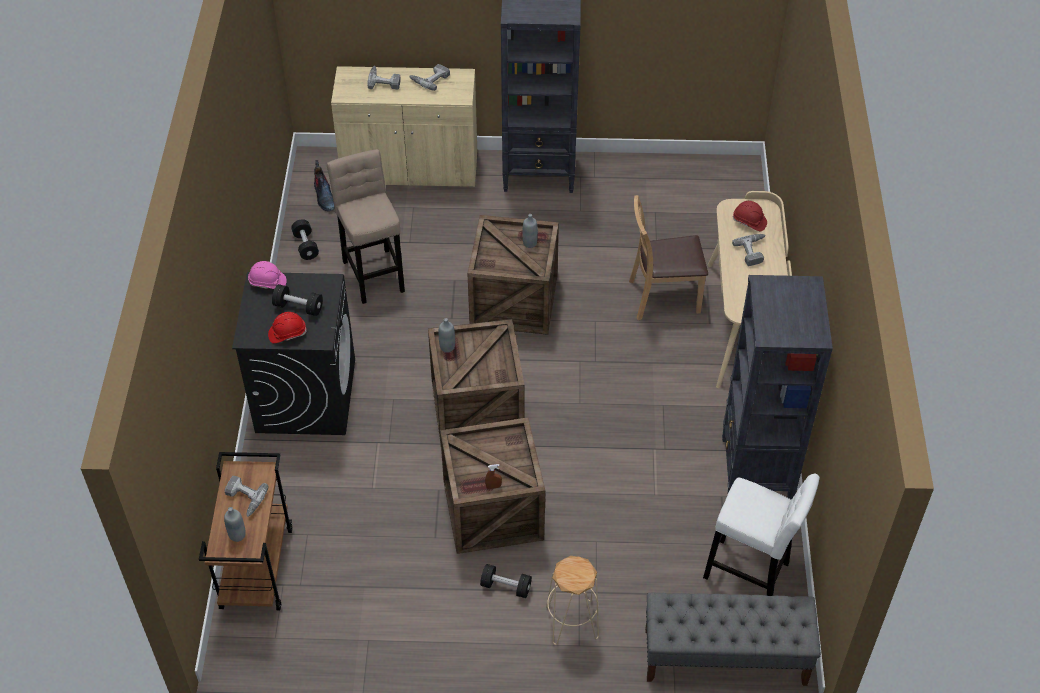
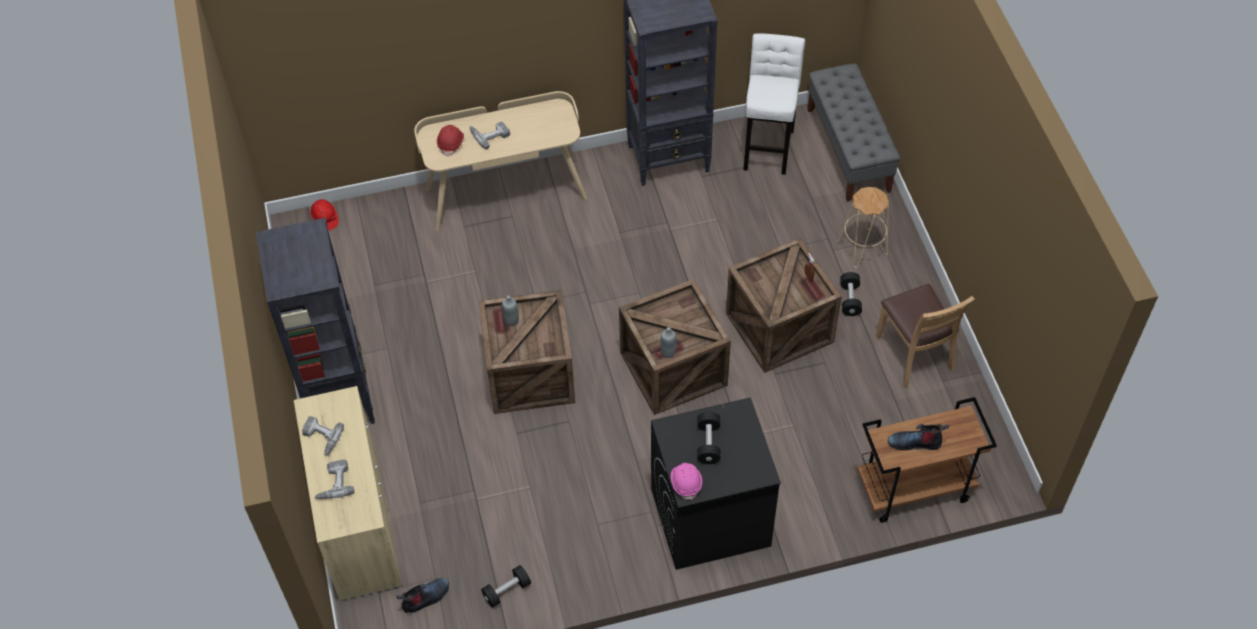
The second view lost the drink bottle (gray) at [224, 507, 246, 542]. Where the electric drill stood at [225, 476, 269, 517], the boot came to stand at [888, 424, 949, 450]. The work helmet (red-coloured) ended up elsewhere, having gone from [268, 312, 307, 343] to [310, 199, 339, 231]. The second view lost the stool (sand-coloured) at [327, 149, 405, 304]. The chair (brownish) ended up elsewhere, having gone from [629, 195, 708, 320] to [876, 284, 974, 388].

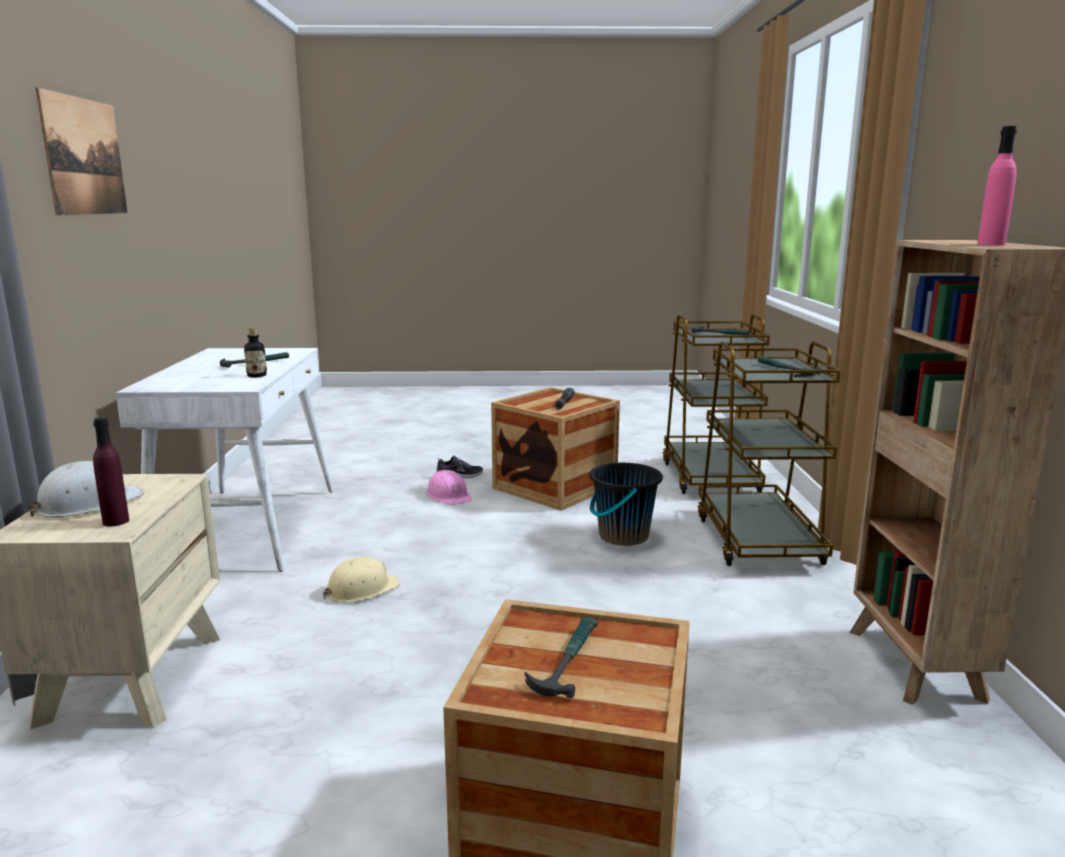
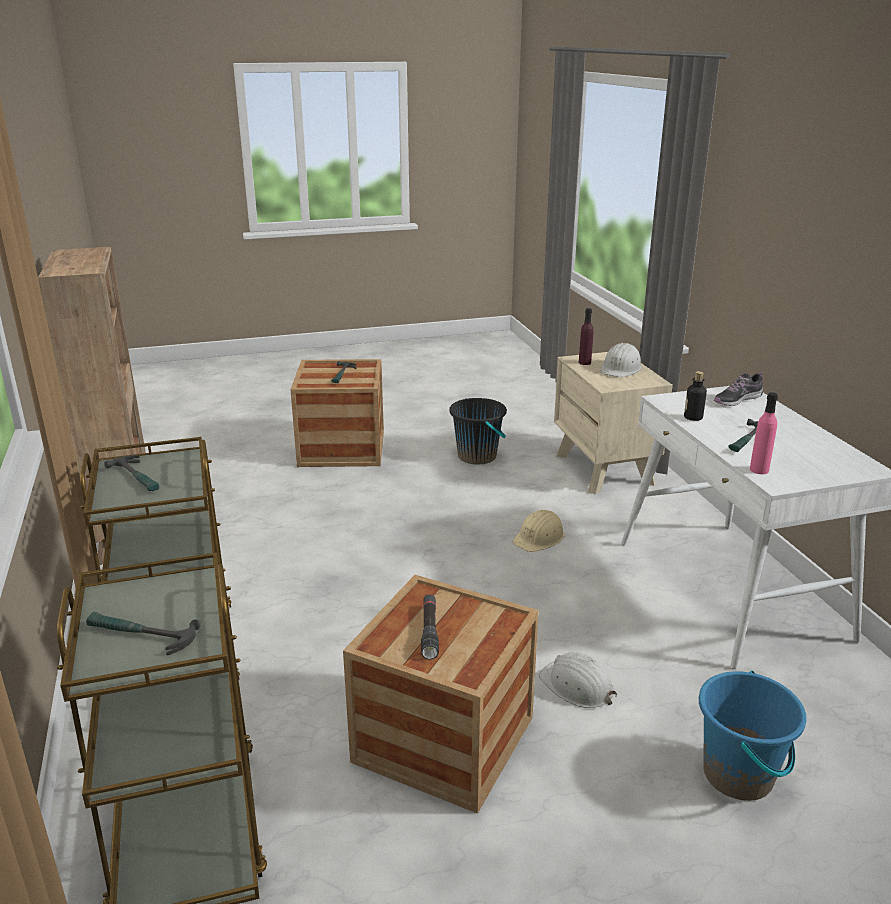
The second view lost the picture at [35, 87, 127, 215]. What was the work helmet (pink) at [426, 470, 472, 505] turned into the work helmet (whitish) at [539, 652, 617, 708]. The shoe ended up elsewhere, having gone from [436, 456, 483, 478] to [714, 371, 763, 406]. The bucket (black-coloured) ended up elsewhere, having gone from [589, 462, 663, 546] to [449, 398, 507, 465]. The drink bottle (pink) ended up elsewhere, having gone from [977, 126, 1017, 245] to [750, 392, 778, 474]. The second view gained the bucket (blue-coloured) at [699, 671, 807, 801].

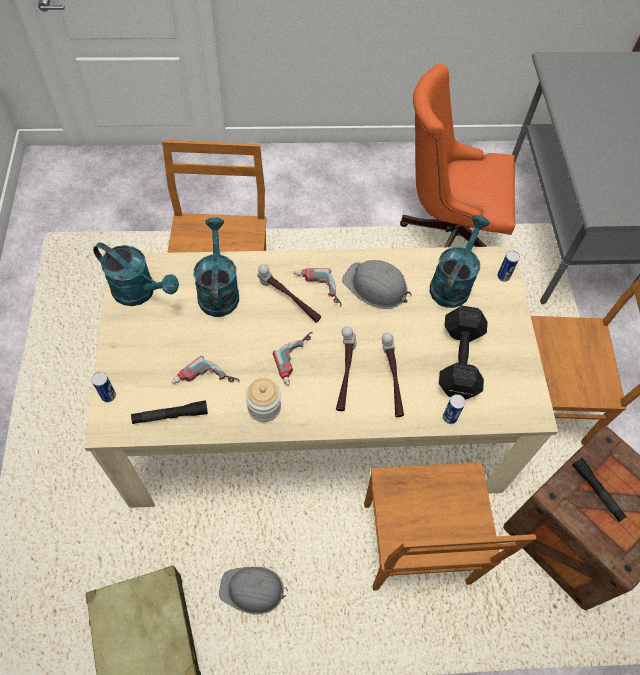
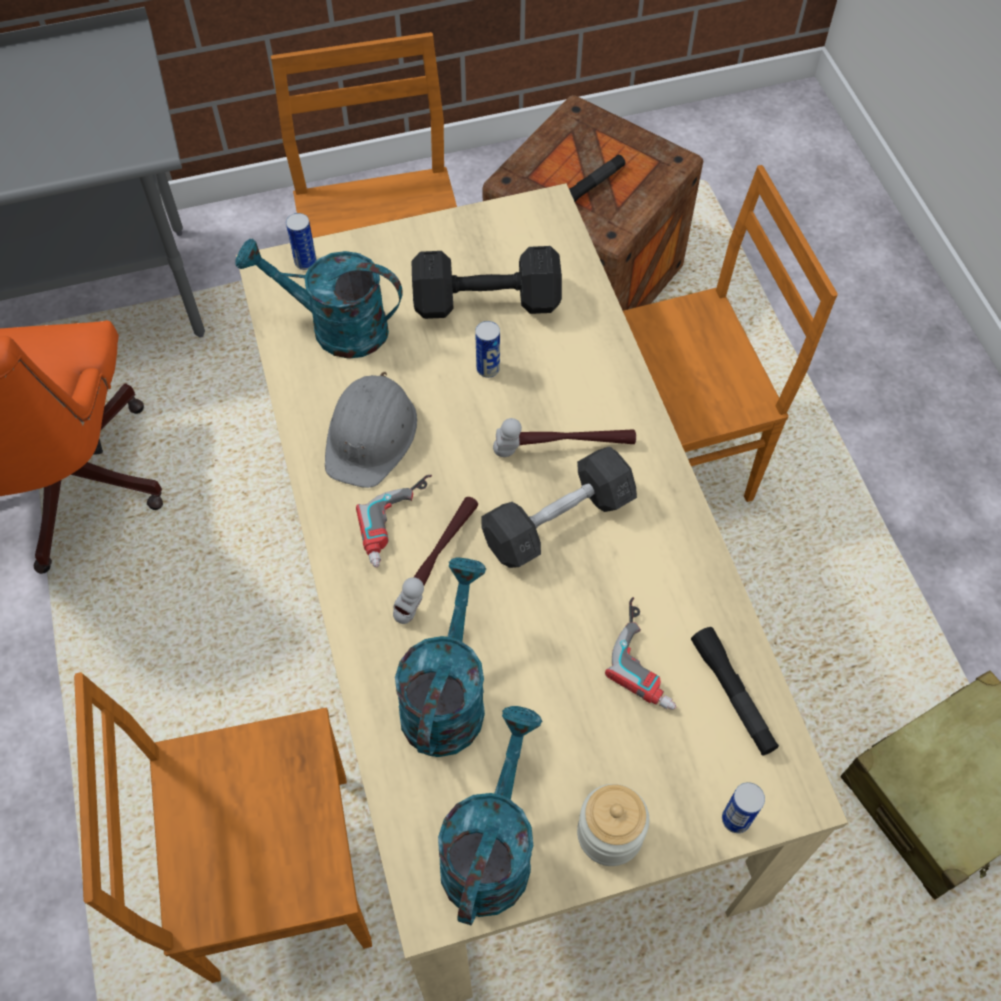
The watering can (blue-green) at [194, 218, 239, 317] ended up facing another way, 120 degrees clockwise from before. The second view lost the work helmet (gray) at [219, 567, 288, 615]. The jar ended up elsewhere, having gone from [246, 378, 281, 422] to [577, 784, 649, 866]. Where the electric drill stood at [273, 332, 313, 386], the free weight (gray) came to stand at [482, 446, 637, 568]. The second view lost the hand hammer at [382, 332, 404, 417]. The sealed can ended up elsewhere, having gone from [443, 394, 466, 424] to [475, 321, 500, 378].

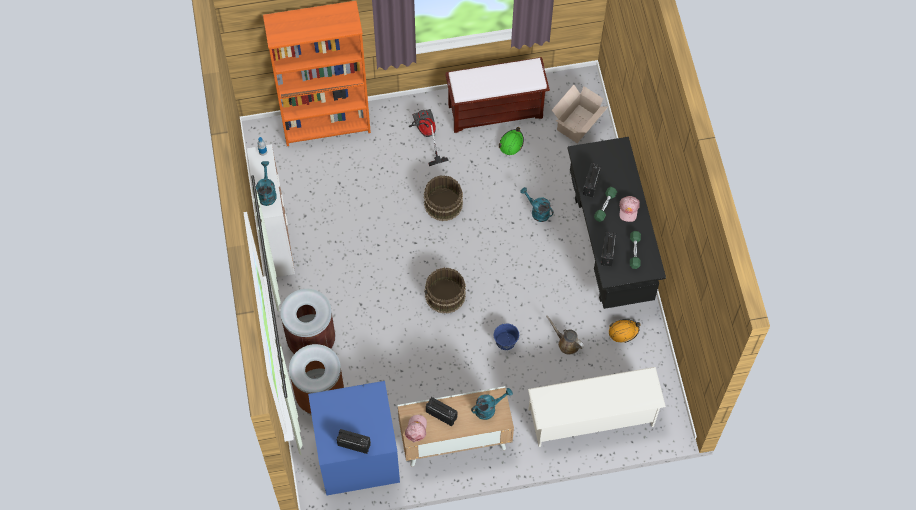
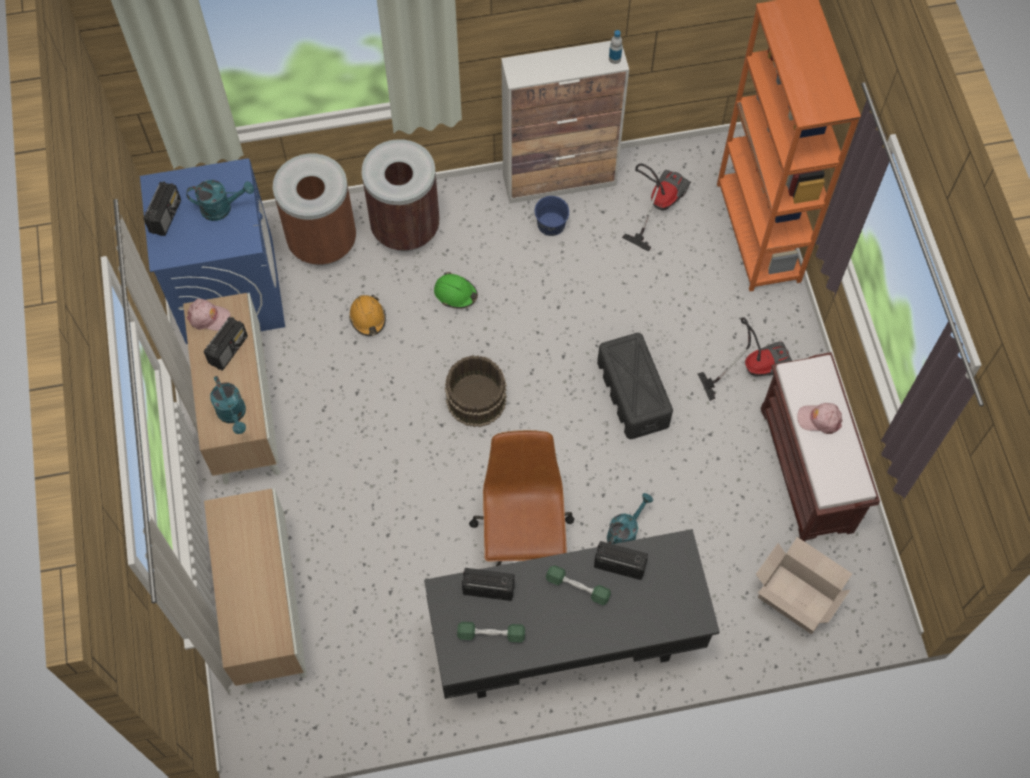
The watering can (blue-green) ended up elsewhere, having gone from [256, 161, 277, 206] to [187, 180, 254, 221]. Where the bucket (brownish) stood at [424, 175, 463, 221], the storage bin (black-coloured) came to stand at [597, 333, 673, 439]. The bucket (blue-coloured) ended up elsewhere, having gone from [494, 324, 519, 350] to [535, 196, 569, 236]. The work helmet (green) ended up elsewhere, having gone from [499, 127, 524, 155] to [434, 272, 478, 309]. Where the shoe shelf (whitish) stood at [528, 367, 666, 447], the cabinet came to stand at [204, 488, 307, 689]. The second view lost the watering can (brownish) at [546, 316, 584, 355]. The work helmet (orangey) ended up elsewhere, having gone from [609, 319, 641, 343] to [349, 294, 386, 336]. The cap (pink) ended up elsewhere, having gone from [619, 196, 640, 222] to [797, 403, 842, 434]. The second view gained the computer chair (brownish) at [469, 430, 574, 566]. The second view gained the vacuum cleaner at [622, 164, 691, 252].

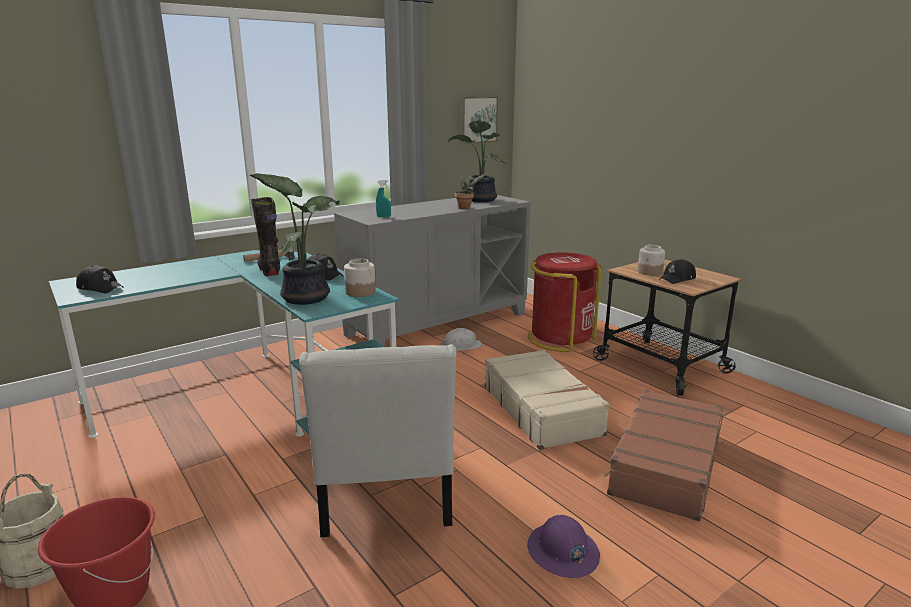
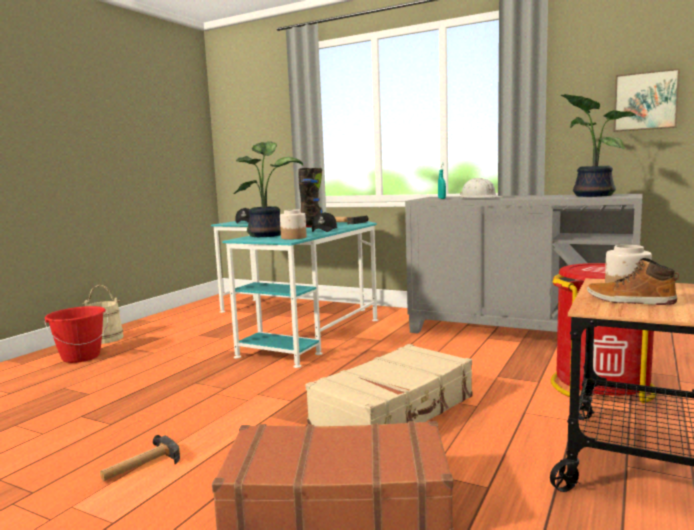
The second view lost the chair (whitish) at [299, 344, 457, 537]. The work helmet (whitish) ended up elsewhere, having gone from [440, 328, 483, 351] to [460, 178, 501, 198]. The second view lost the potted plant at [455, 172, 487, 209]. Where the work helmet (purple-coloured) stood at [527, 515, 600, 578], the hand hammer came to stand at [100, 435, 180, 481]. Where the cap (black-coloured) stood at [659, 259, 696, 284], the boot came to stand at [587, 258, 679, 305].

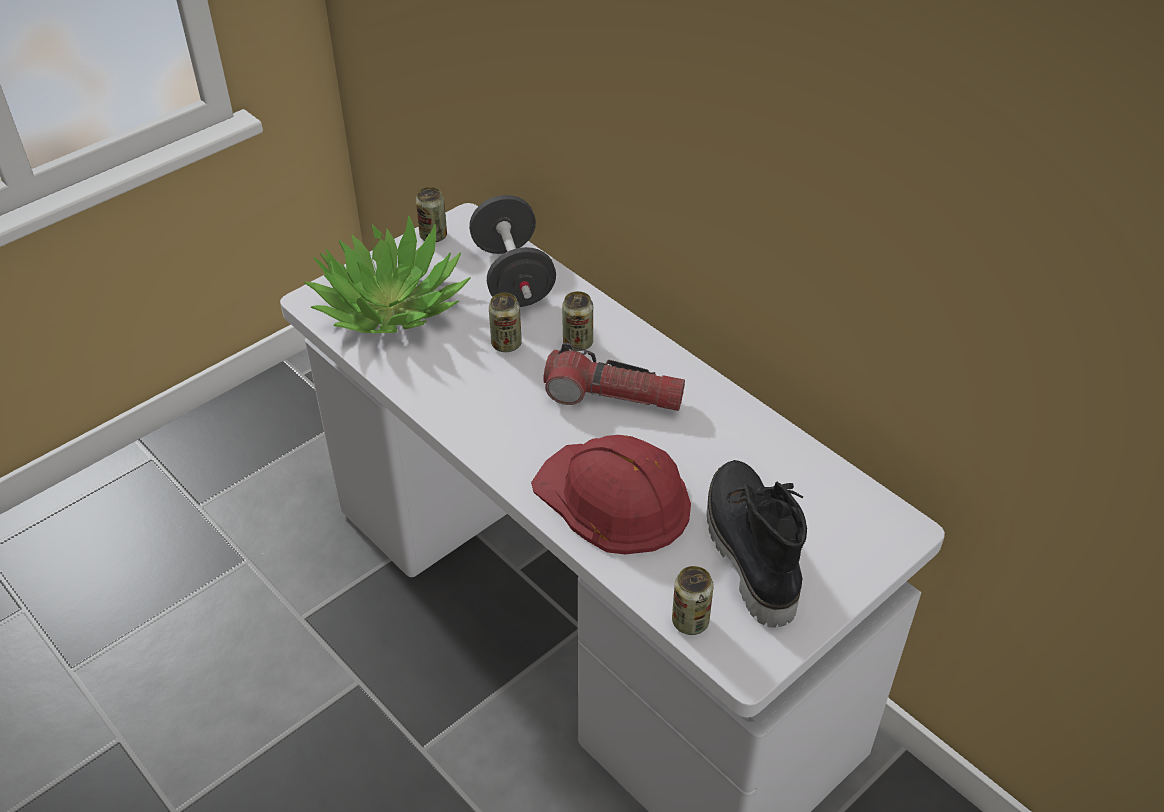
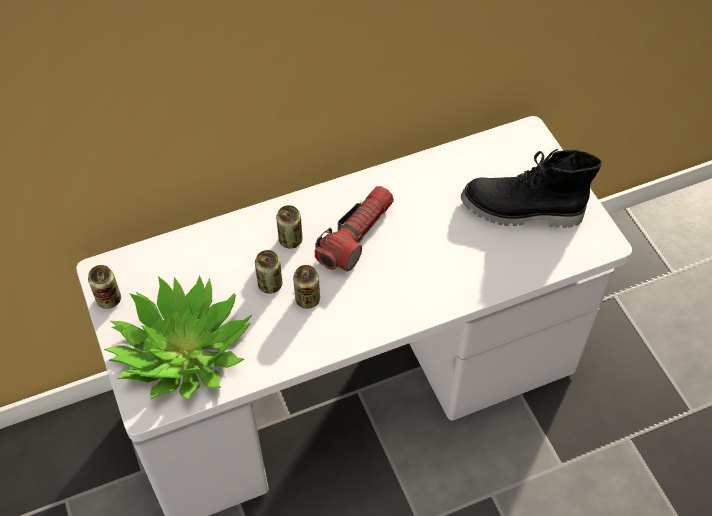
The second view lost the free weight (black-coloured) at [469, 195, 556, 307]. The second view lost the work helmet (red-coloured) at [531, 435, 691, 554]. The sealed can ended up elsewhere, having gone from [672, 566, 714, 635] to [293, 265, 320, 309].

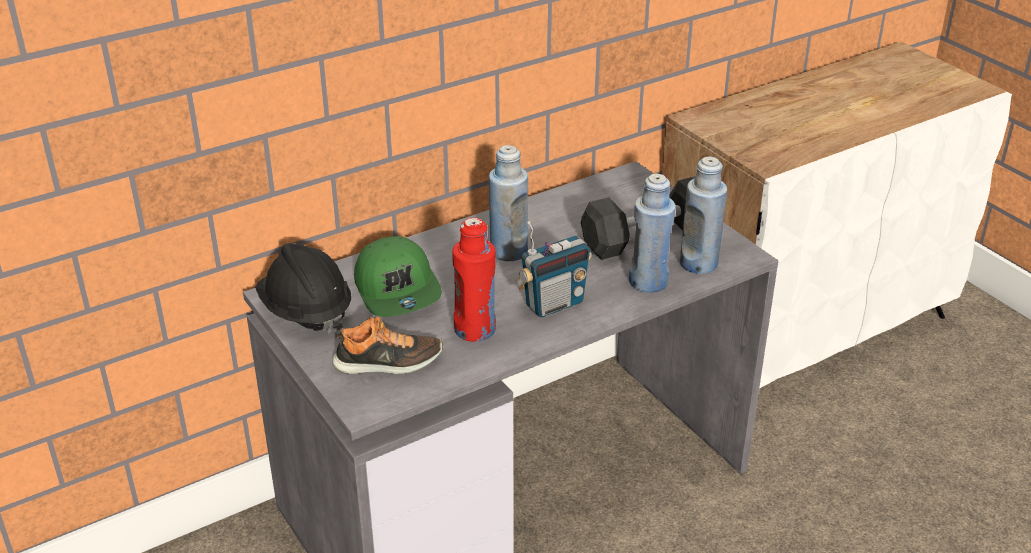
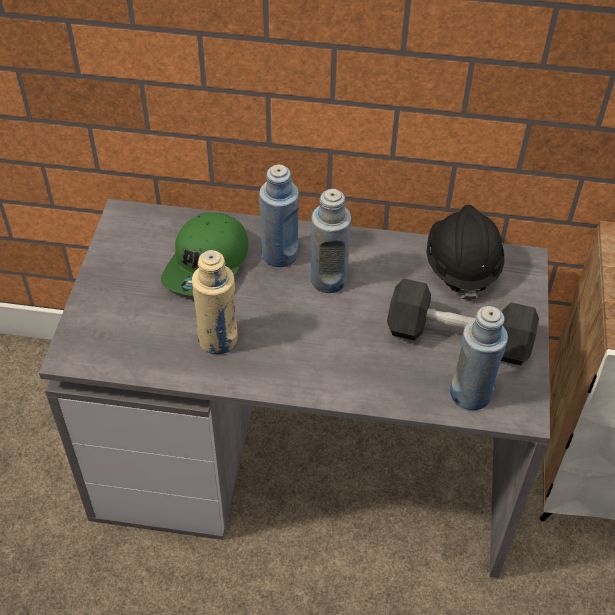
The work helmet (black-coloured) ended up elsewhere, having gone from [255, 243, 351, 334] to [426, 205, 504, 300]. The second view lost the shoe at [332, 317, 443, 374]. What was the drink bottle (red-coloured) at [452, 218, 496, 342] turned into the drink bottle (sand-coloured) at [192, 250, 238, 354]. The second view lost the radio at [516, 221, 591, 318]. The drink bottle (blue-coloured) ended up elsewhere, having gone from [629, 174, 676, 293] to [259, 164, 299, 267].

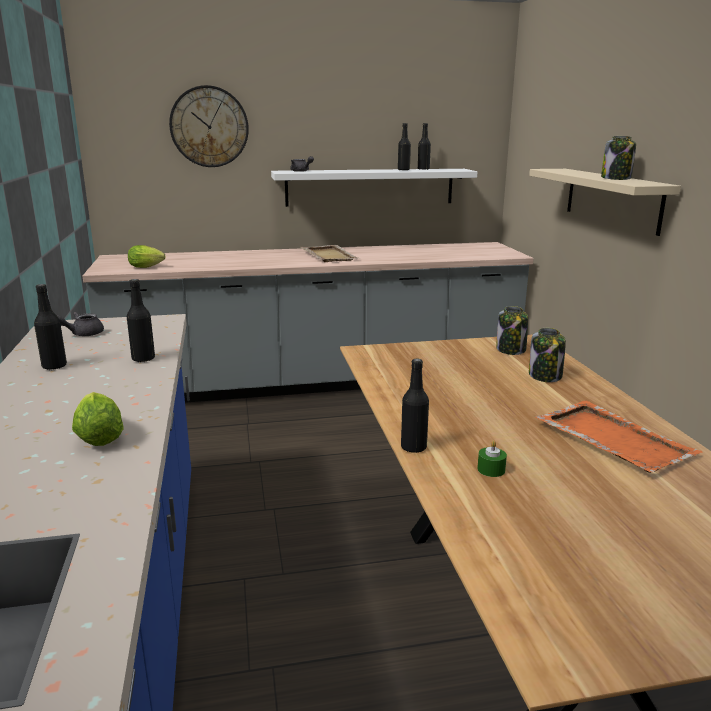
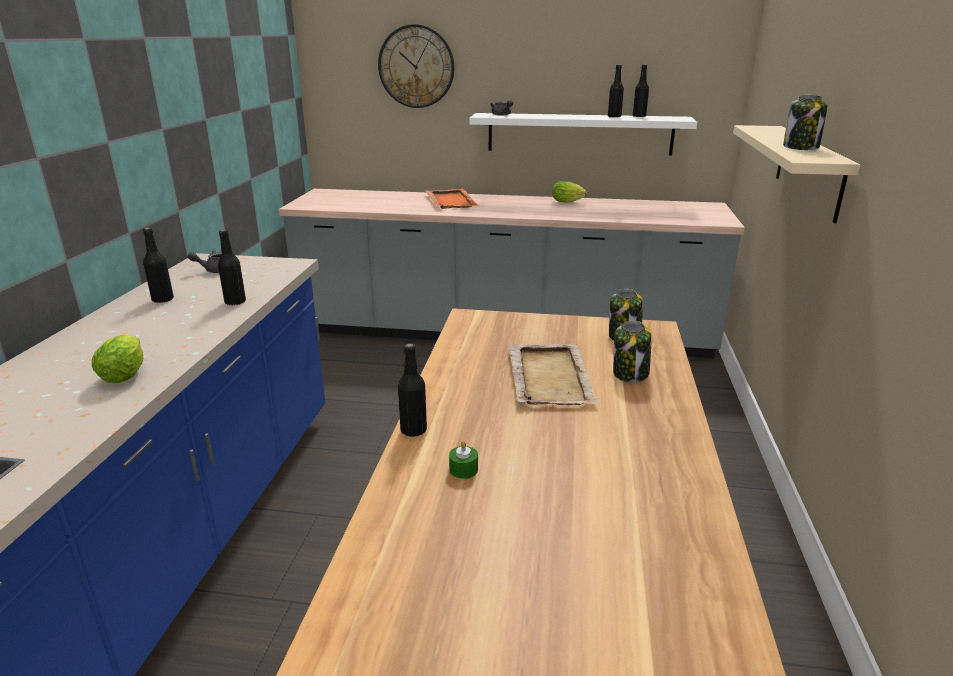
The lettuce ended up elsewhere, having gone from [128, 245, 166, 268] to [552, 181, 587, 203]. The carrying tray (sand-coloured) ended up elsewhere, having gone from [300, 245, 358, 262] to [509, 344, 600, 405]. The carrying tray (orangey) ended up elsewhere, having gone from [536, 400, 703, 473] to [425, 189, 479, 209].

